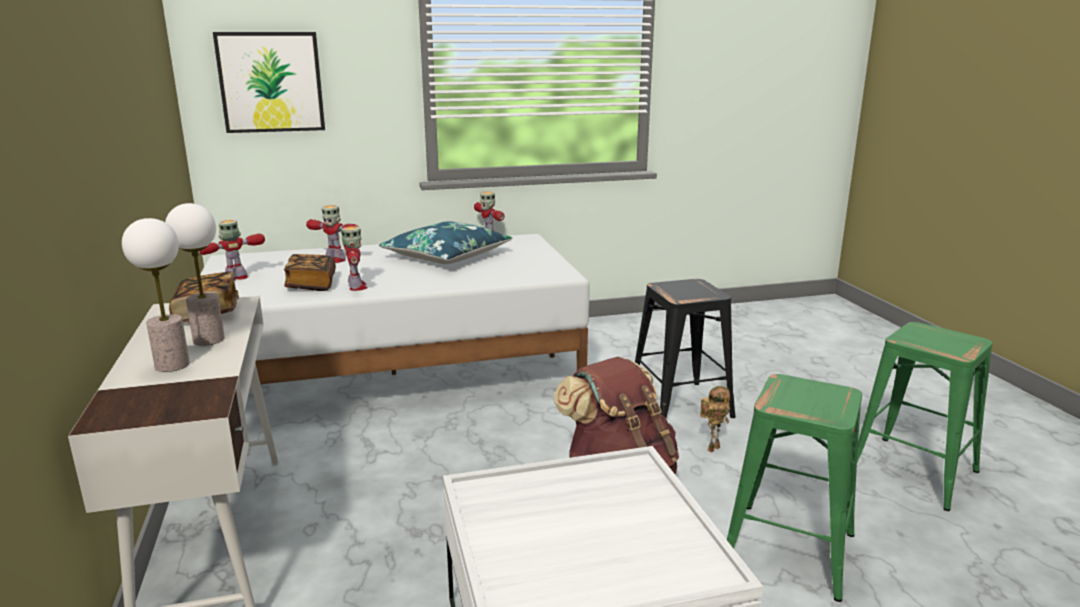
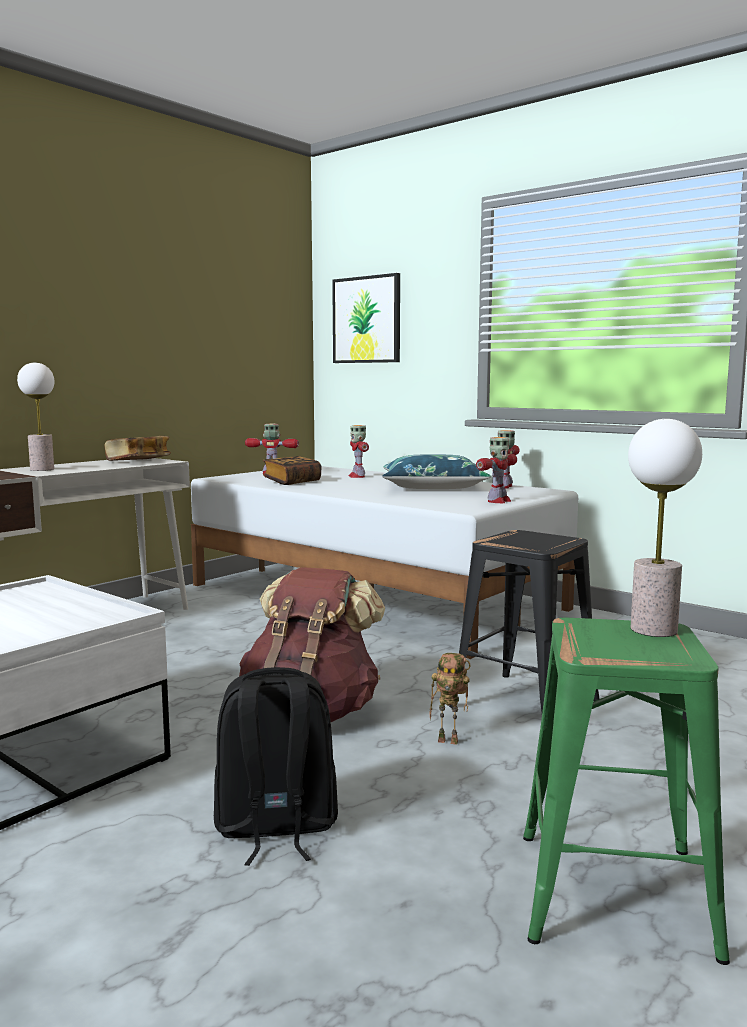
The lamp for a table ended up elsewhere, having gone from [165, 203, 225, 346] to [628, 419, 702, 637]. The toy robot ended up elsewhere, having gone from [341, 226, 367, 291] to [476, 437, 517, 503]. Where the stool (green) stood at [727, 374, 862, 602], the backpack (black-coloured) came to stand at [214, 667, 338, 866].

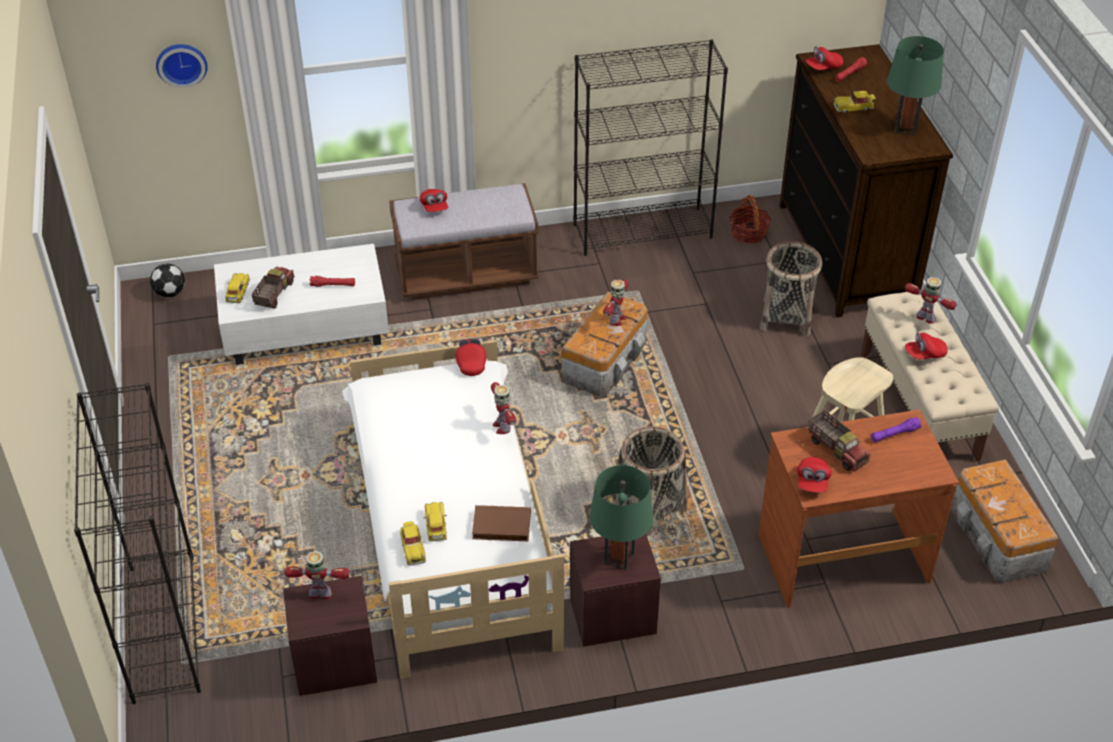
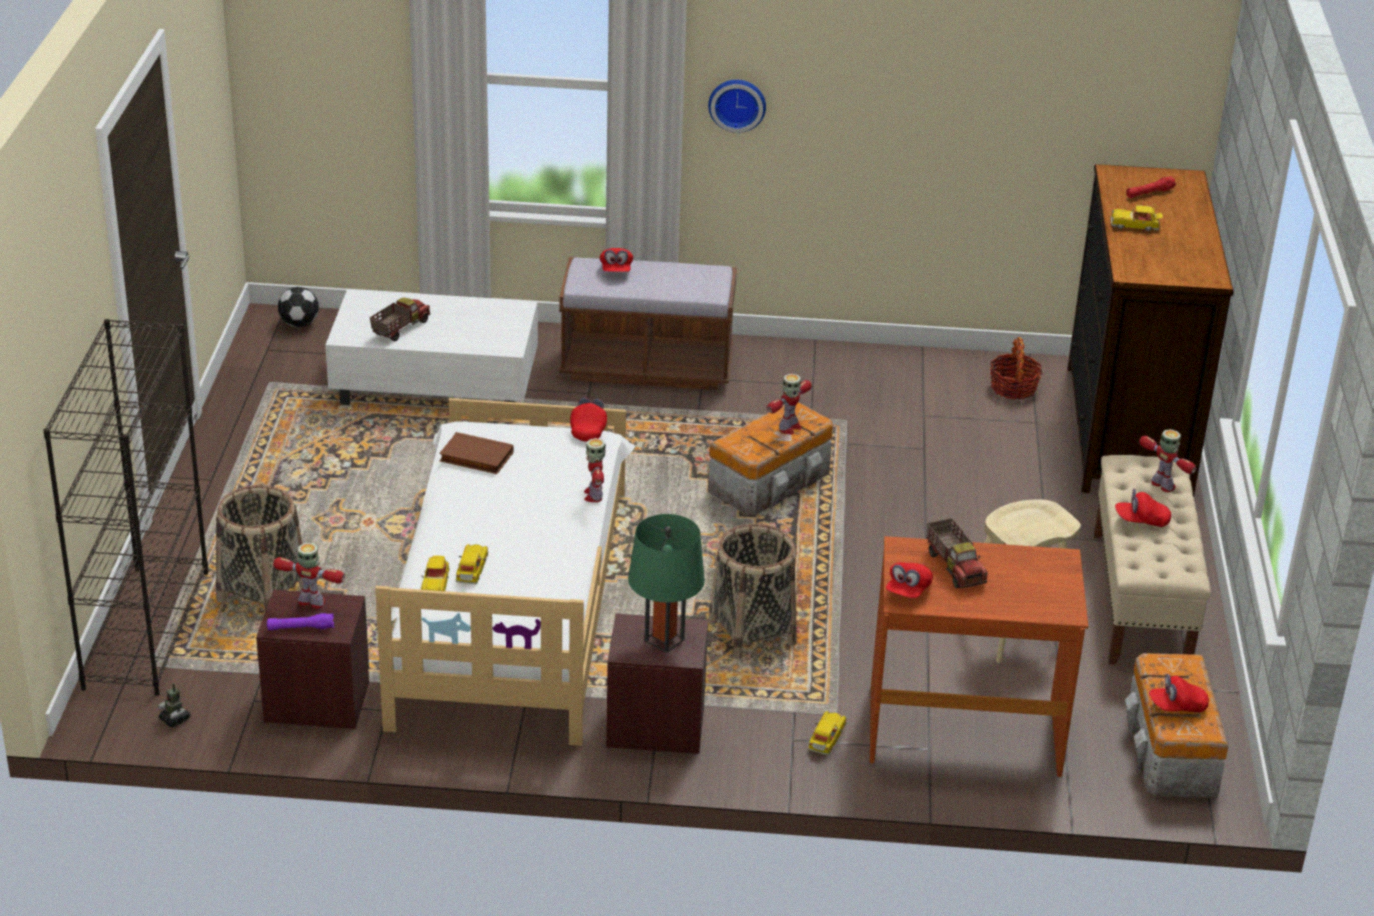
The hanging clock ended up elsewhere, having gone from [156, 44, 208, 88] to [708, 80, 766, 133]. The model car ended up elsewhere, having gone from [225, 273, 250, 303] to [808, 711, 846, 755]. The second view lost the hand torch (red-coloured) at [309, 276, 355, 287]. The volume (brownish) ended up elsewhere, having gone from [472, 505, 531, 541] to [439, 432, 514, 474]. The second view lost the shelving unit (black-coloured) at [573, 39, 728, 256]. The basket ended up elsewhere, having gone from [760, 241, 822, 336] to [216, 485, 303, 612]. The cap (red-coloured) ended up elsewhere, having gone from [805, 46, 843, 70] to [1149, 674, 1209, 712]. The hand torch (purple-coloured) ended up elsewhere, having gone from [871, 417, 922, 442] to [267, 613, 334, 630]. The second view lost the lamp for a table (green) at [887, 36, 944, 135]. The second view gained the toy robot at [158, 683, 190, 727].

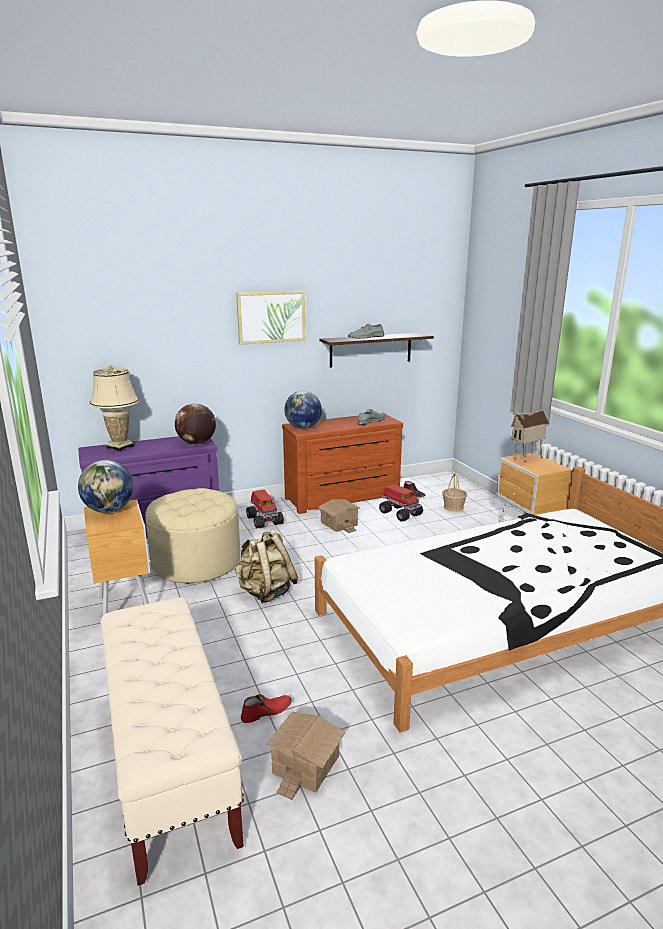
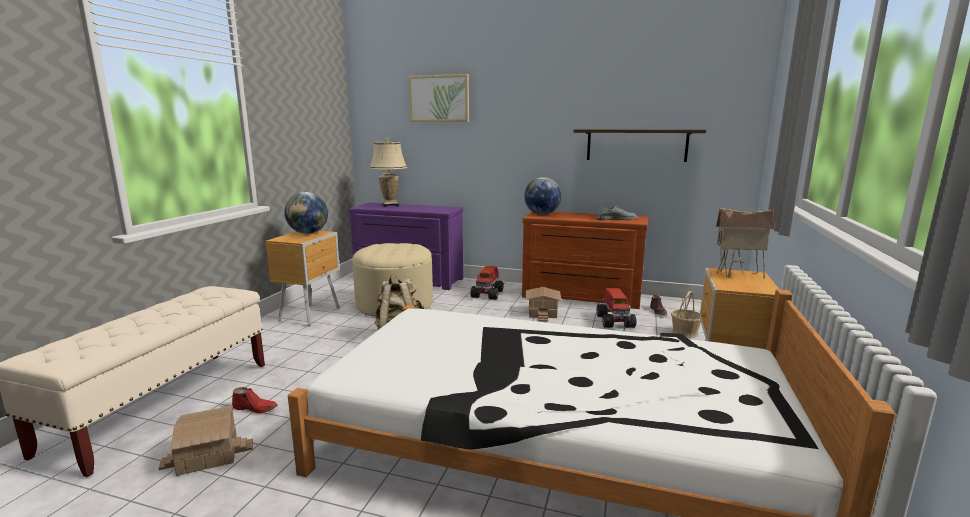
The second view lost the world globe at [175, 404, 216, 445]. The picture ended up elsewhere, having gone from [236, 291, 305, 345] to [409, 74, 469, 122]. The second view lost the shoe (gray) at [348, 323, 384, 339].

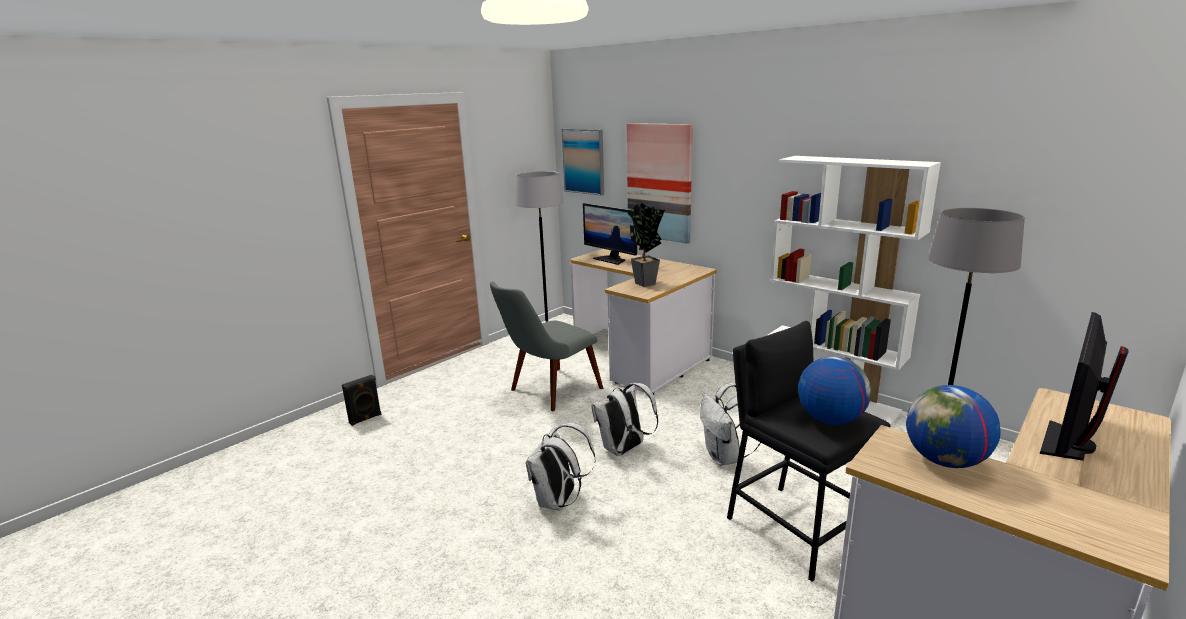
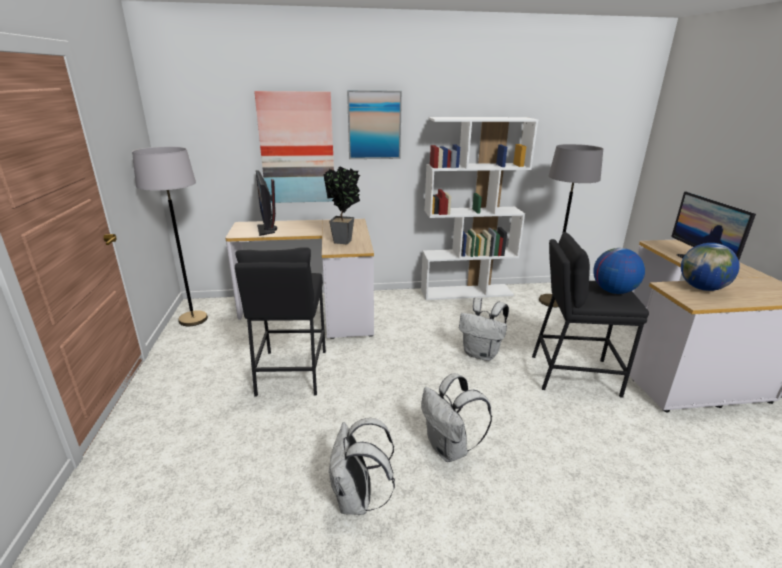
The second view lost the speaker (black-coloured) at [342, 375, 382, 426]. Where the chair (gray) stood at [490, 281, 603, 411], the stool (black-coloured) came to stand at [235, 247, 326, 396]. The picture ended up elsewhere, having gone from [562, 129, 604, 196] to [347, 90, 402, 159]. The computer display at [583, 203, 637, 265] ended up facing another way, 75 degrees clockwise from before. The backpack (whitish) ended up elsewhere, having gone from [592, 383, 658, 456] to [329, 418, 395, 515].

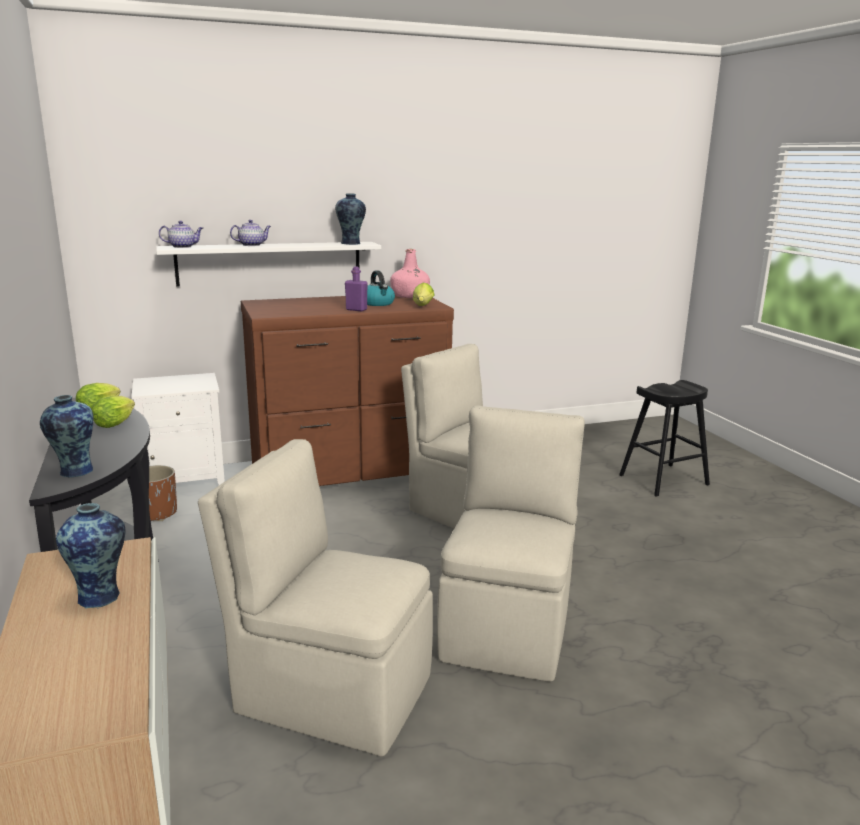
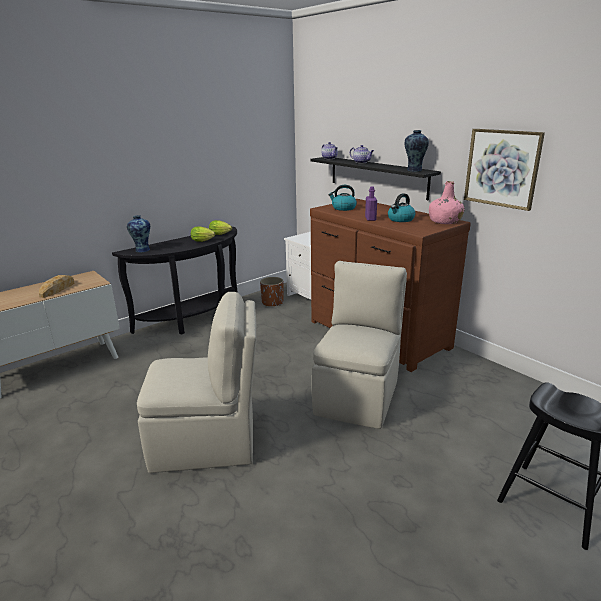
Where the flower vase stood at [56, 503, 125, 609], the bread came to stand at [39, 275, 74, 298]. What was the bracket shelf (whitish) at [156, 242, 381, 287] turned into the bracket shelf (black-coloured) at [311, 157, 441, 200]. The second view lost the chair (sand-coloured) at [198, 439, 433, 756]. The second view lost the lettuce at [413, 283, 434, 306]. The second view gained the tea kettle at [328, 185, 357, 211]. The second view gained the picture at [464, 129, 545, 211].

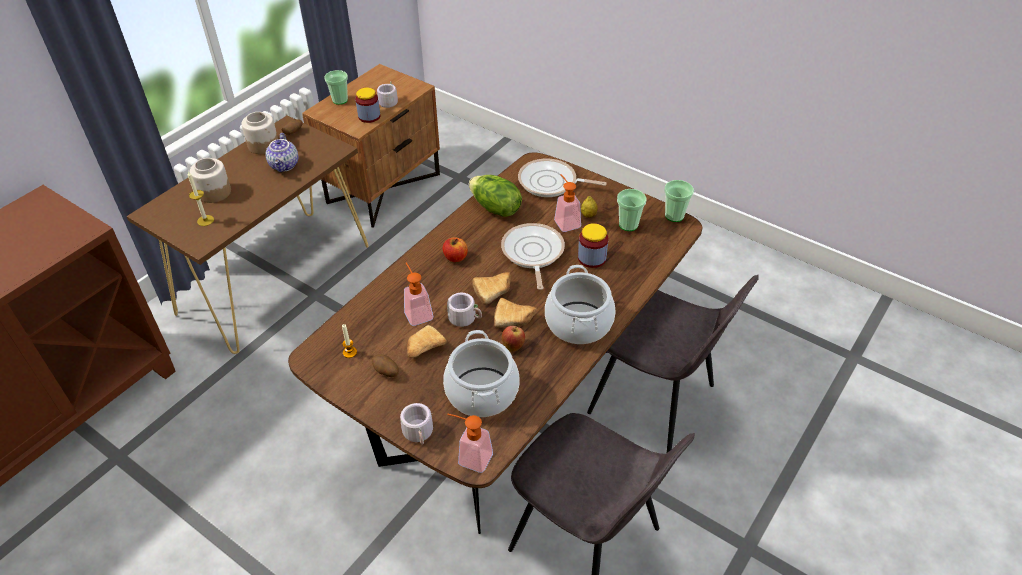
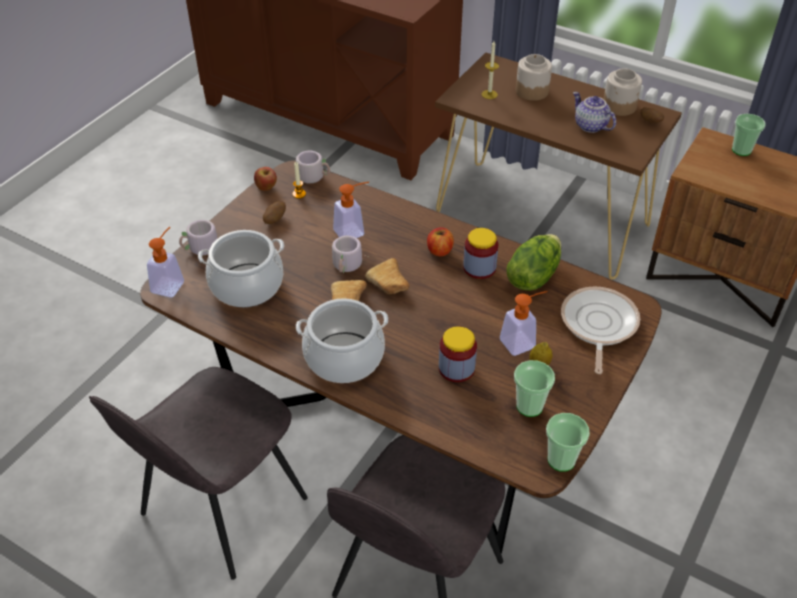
The tea pot at [266, 133, 298, 172] ended up facing another way, 60 degrees clockwise from before. The jar ended up elsewhere, having gone from [355, 87, 380, 123] to [463, 228, 498, 279]. The mug (gray) ended up elsewhere, having gone from [377, 82, 398, 108] to [296, 151, 330, 184]. The second view lost the bread at [407, 325, 447, 358]. The second view lost the frying pan at [501, 223, 565, 290]. The apple fruit ended up elsewhere, having gone from [502, 324, 525, 352] to [254, 167, 277, 191].

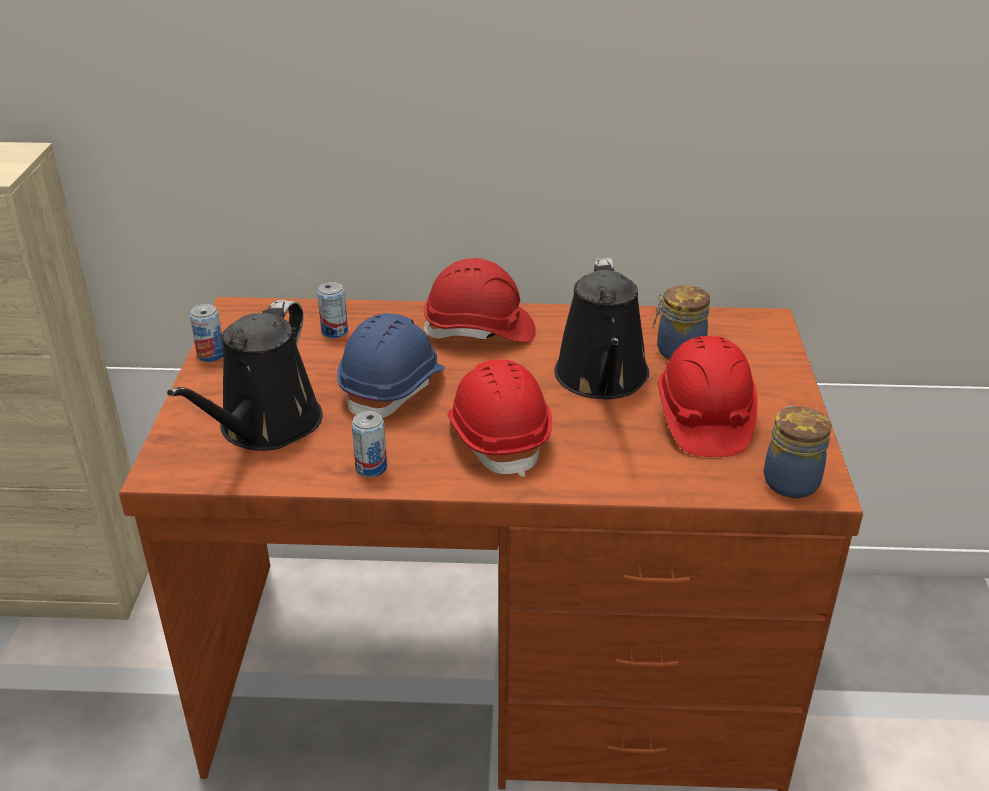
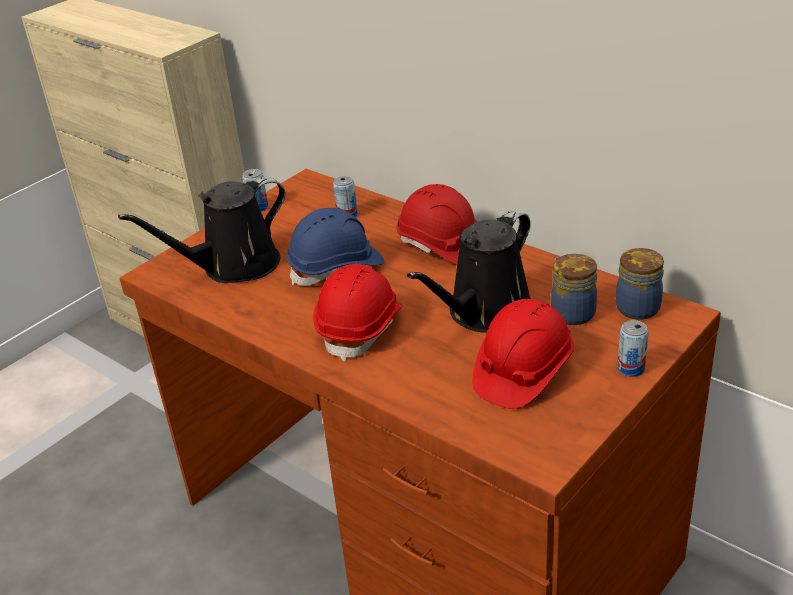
The sealed can ended up elsewhere, having gone from [351, 411, 387, 477] to [617, 320, 649, 377]. The jar ended up elsewhere, having gone from [764, 406, 831, 498] to [616, 248, 664, 320].

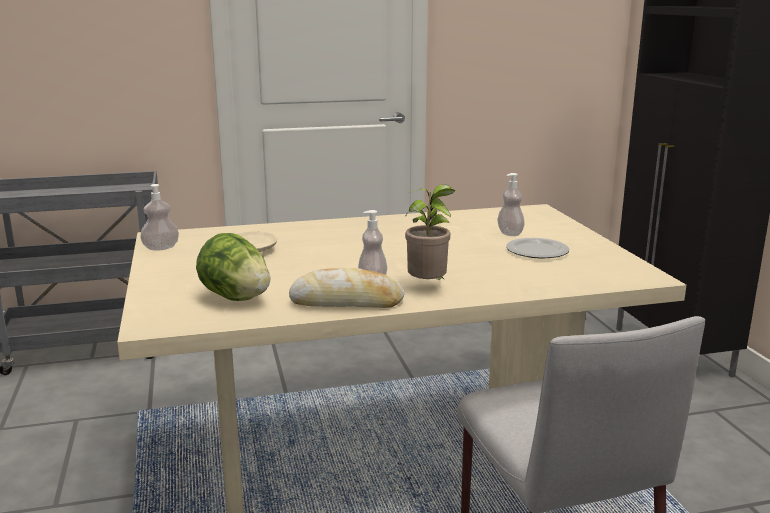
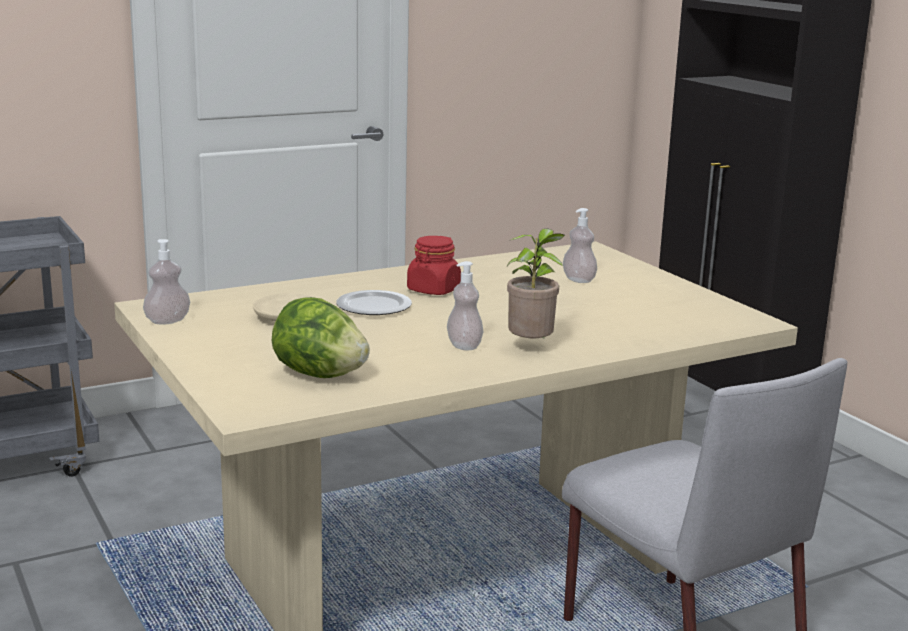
The second view lost the bread at [289, 268, 404, 308]. The flat dish ended up elsewhere, having gone from [506, 238, 570, 258] to [336, 290, 412, 315]. The second view gained the jar (red-coloured) at [407, 236, 461, 295].

